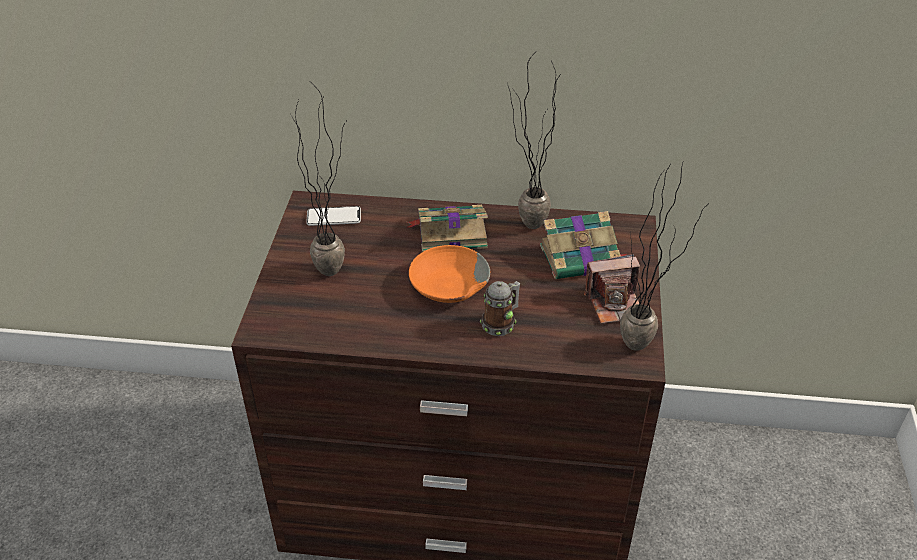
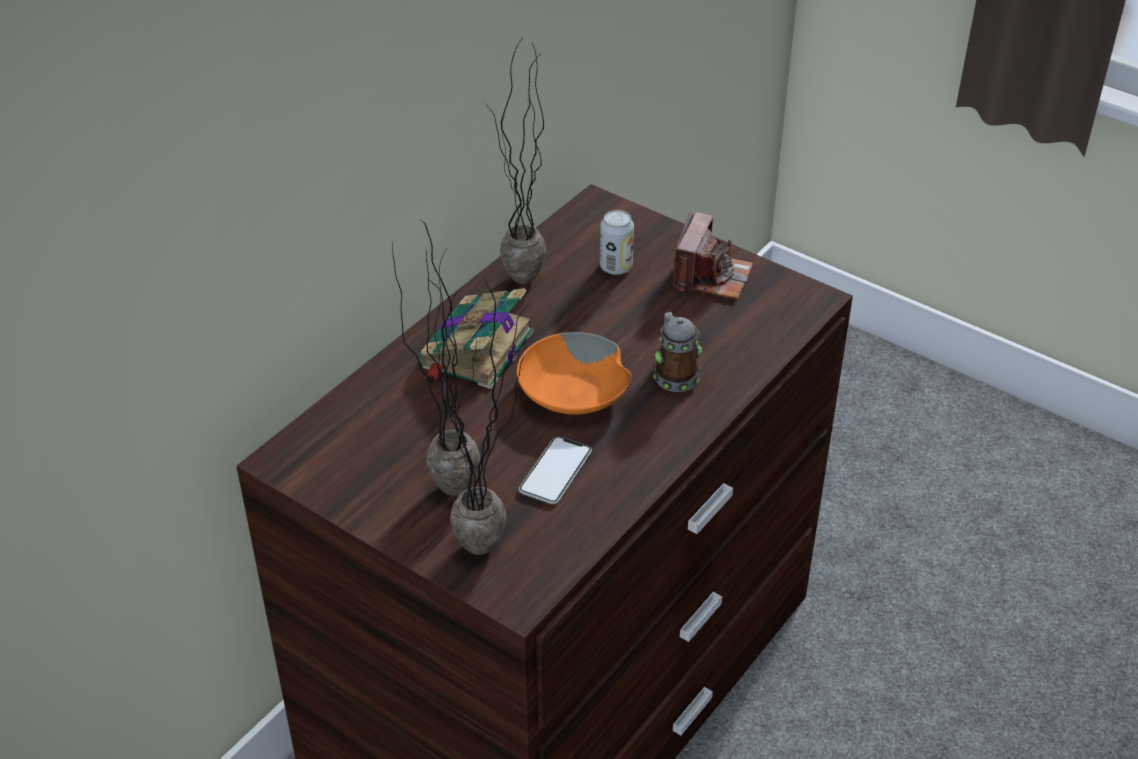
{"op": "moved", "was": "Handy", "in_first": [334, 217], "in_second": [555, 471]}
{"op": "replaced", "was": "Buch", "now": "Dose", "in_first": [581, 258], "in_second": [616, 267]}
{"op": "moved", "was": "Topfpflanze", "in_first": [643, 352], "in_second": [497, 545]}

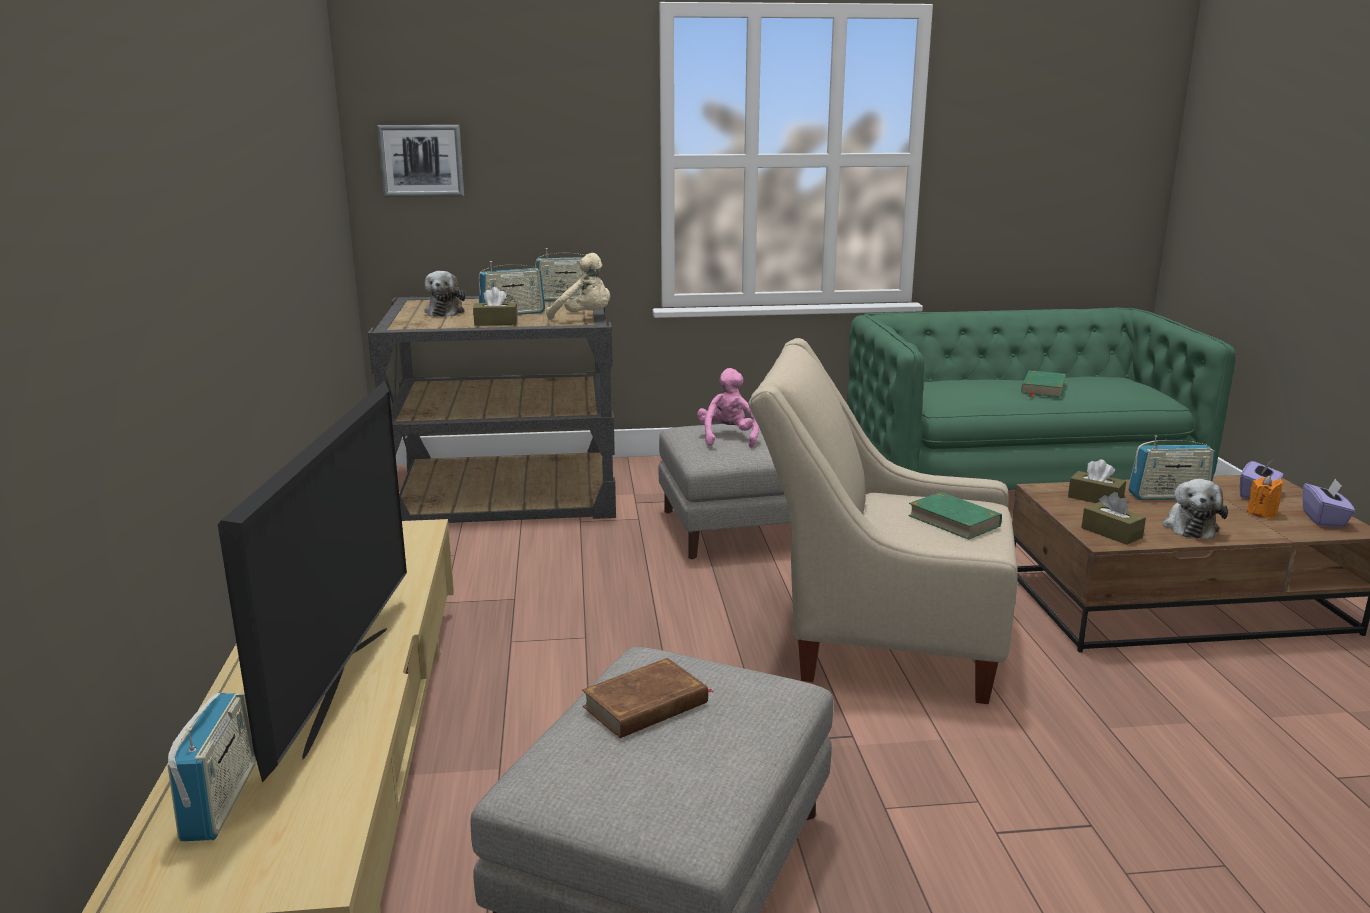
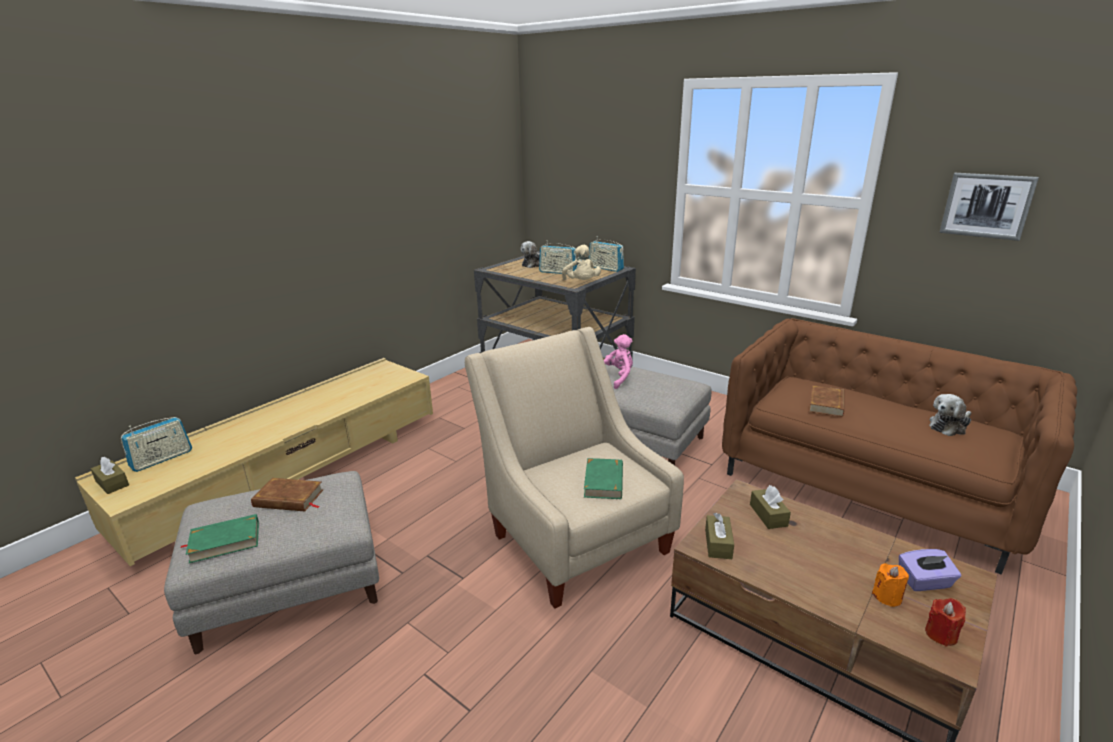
{"op": "removed", "was": "Fernseher", "in_first": [345, 686]}
{"op": "moved", "was": "Bild", "in_first": [421, 160], "in_second": [986, 205]}
{"op": "moved", "was": "Taschentuchbox/braun", "in_first": [496, 322], "in_second": [112, 483]}
{"op": "recoloured", "was": "Sofa/grün", "now": "Sofa/braun", "in_first": [1016, 483], "in_second": [868, 484]}
{"op": "moved", "was": "Buch/grün", "in_first": [1042, 388], "in_second": [225, 541]}
{"op": "removed", "was": "Radio", "in_first": [1168, 496]}
{"op": "moved", "was": "Plüschtier", "in_first": [1190, 526], "in_second": [949, 426]}
{"op": "replaced", "was": "Taschentuchbox/lila", "now": "Kerze/rot", "in_first": [1324, 519], "in_second": [941, 634]}
{"op": "added", "now": "Buch/braun", "in_second": [826, 404]}

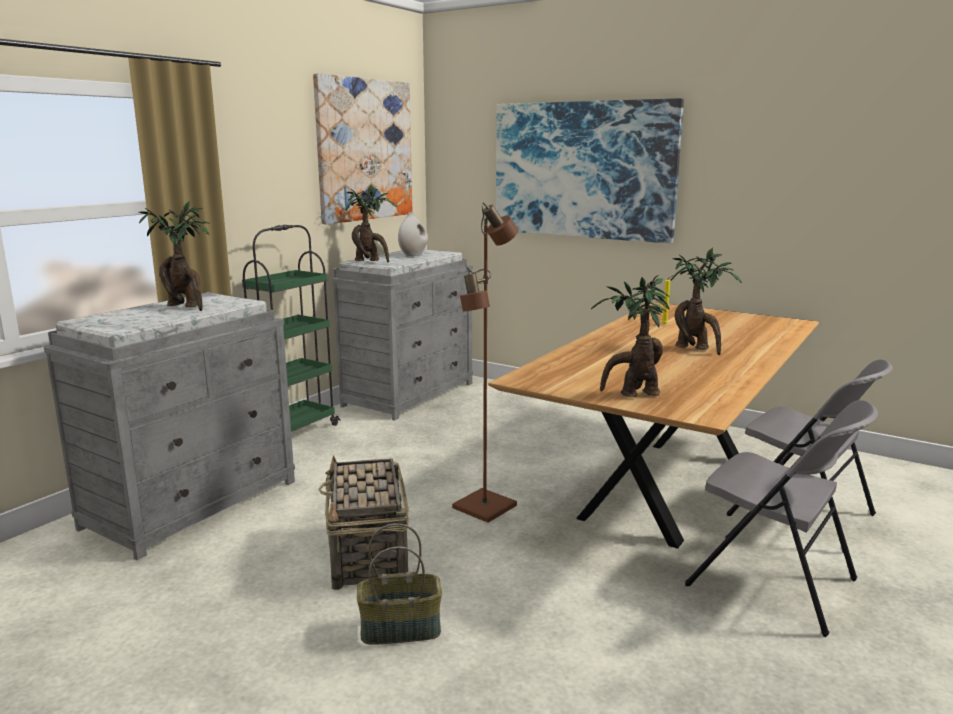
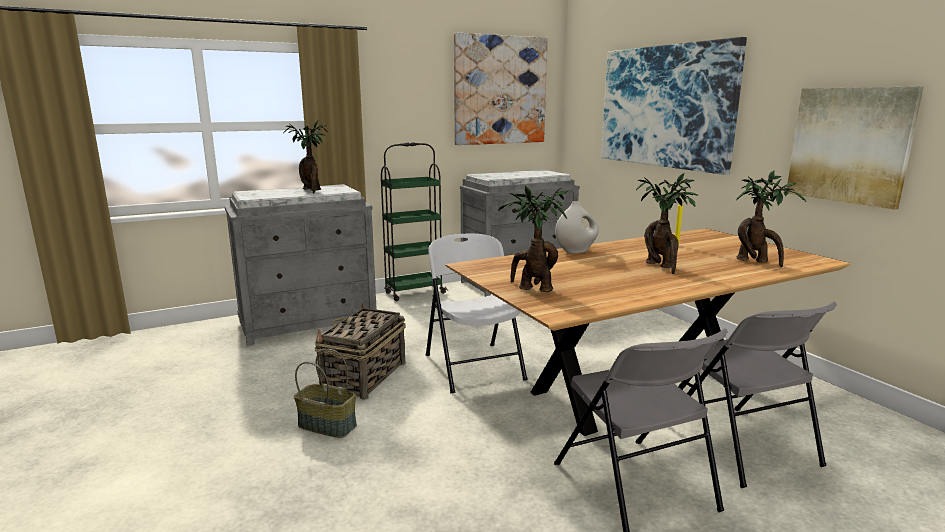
{"op": "moved", "was": "Topfpflanze", "in_first": [370, 261], "in_second": [756, 262]}
{"op": "moved", "was": "Vase/weiß", "in_first": [413, 255], "in_second": [576, 251]}
{"op": "replaced", "was": "Stehlampe/braun", "now": "Stuhl/weiß", "in_first": [484, 507], "in_second": [474, 367]}
{"op": "added", "now": "Bild", "in_second": [849, 145]}

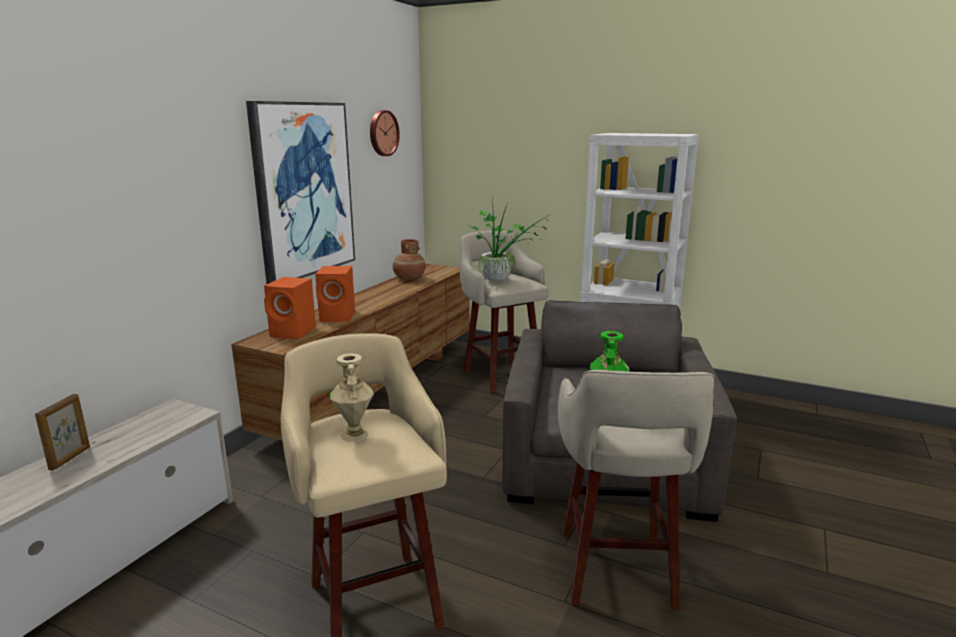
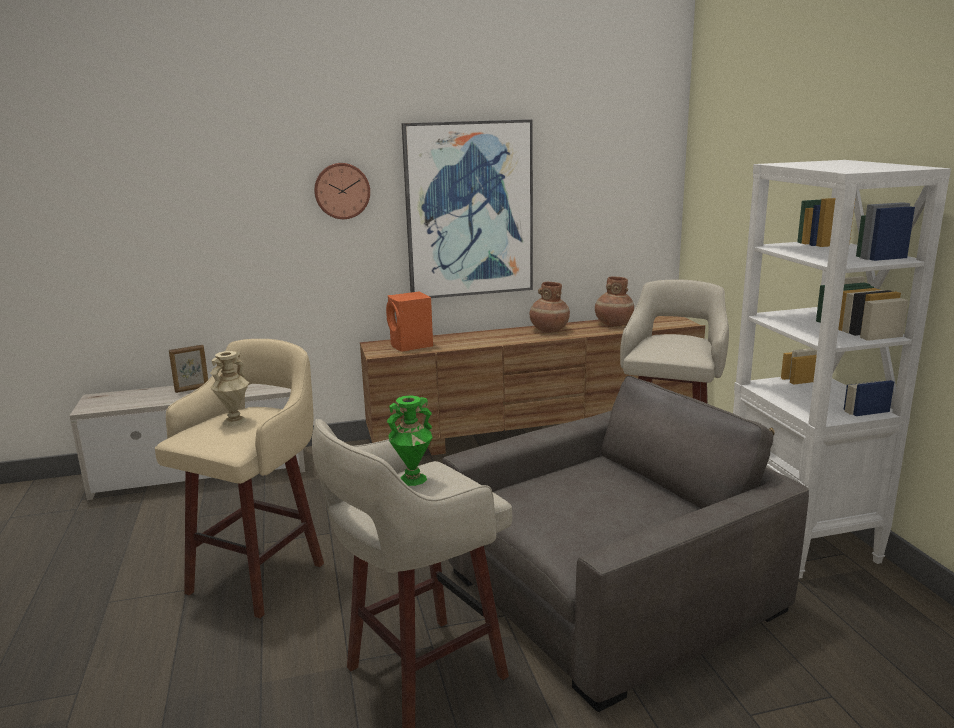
{"op": "removed", "was": "Lautsprecher/orange", "in_first": [339, 316]}
{"op": "moved", "was": "Wanduhr", "in_first": [382, 133], "in_second": [342, 190]}
{"op": "removed", "was": "Topfpflanze", "in_first": [502, 280]}
{"op": "added", "now": "Vase/braun", "in_second": [548, 330]}

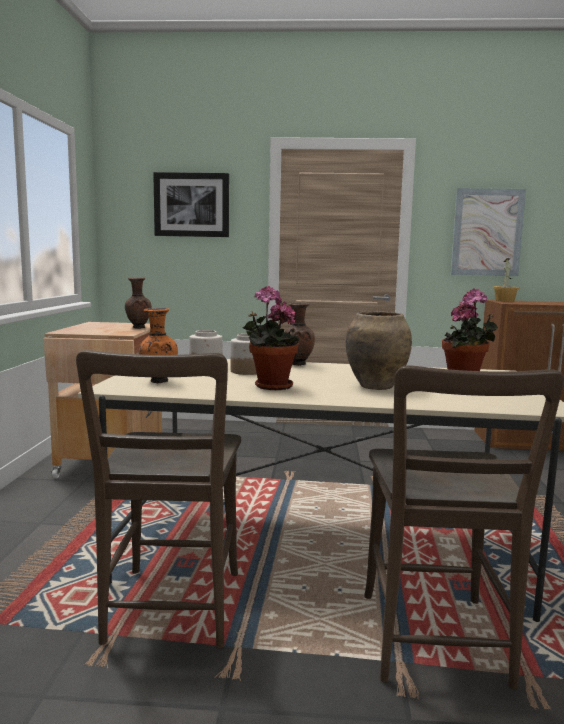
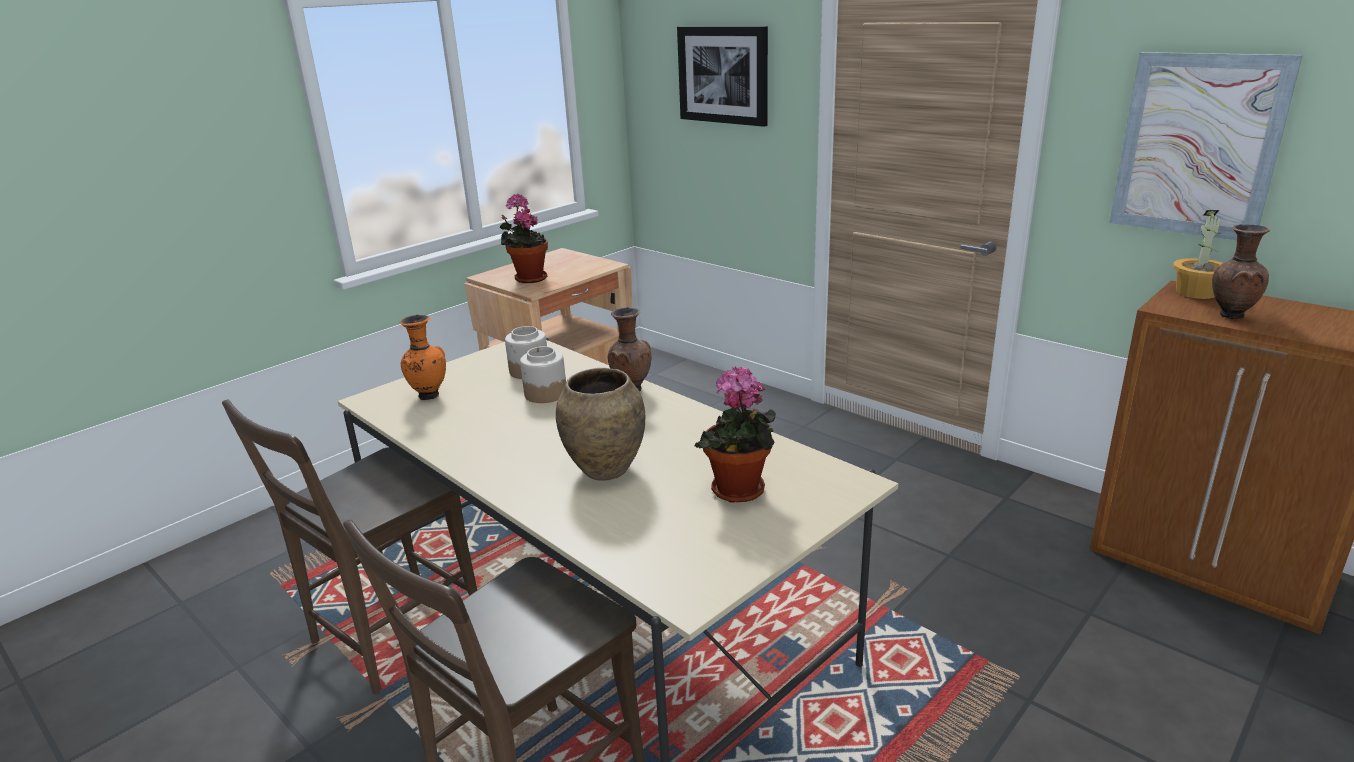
{"op": "moved", "was": "Vase/braun", "in_first": [138, 328], "in_second": [1229, 315]}
{"op": "moved", "was": "Topfpflanze", "in_first": [270, 386], "in_second": [528, 278]}

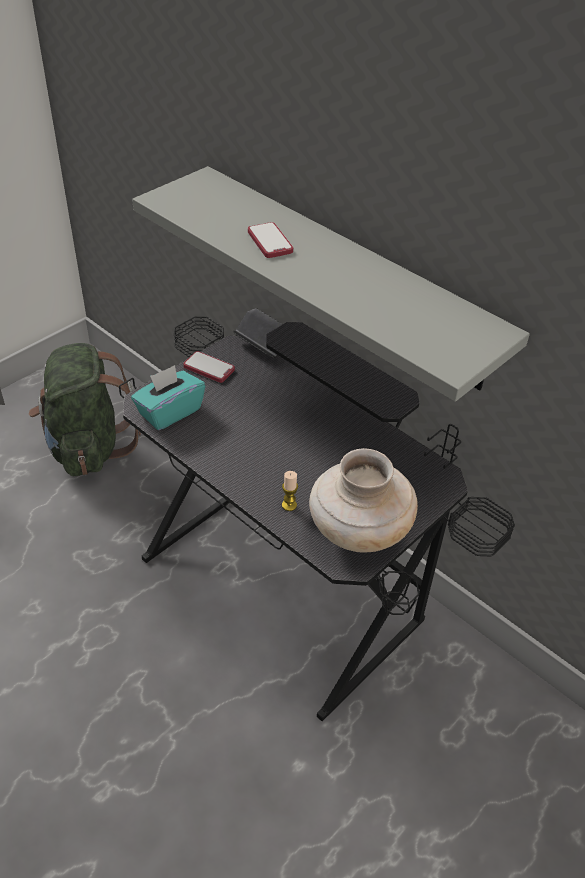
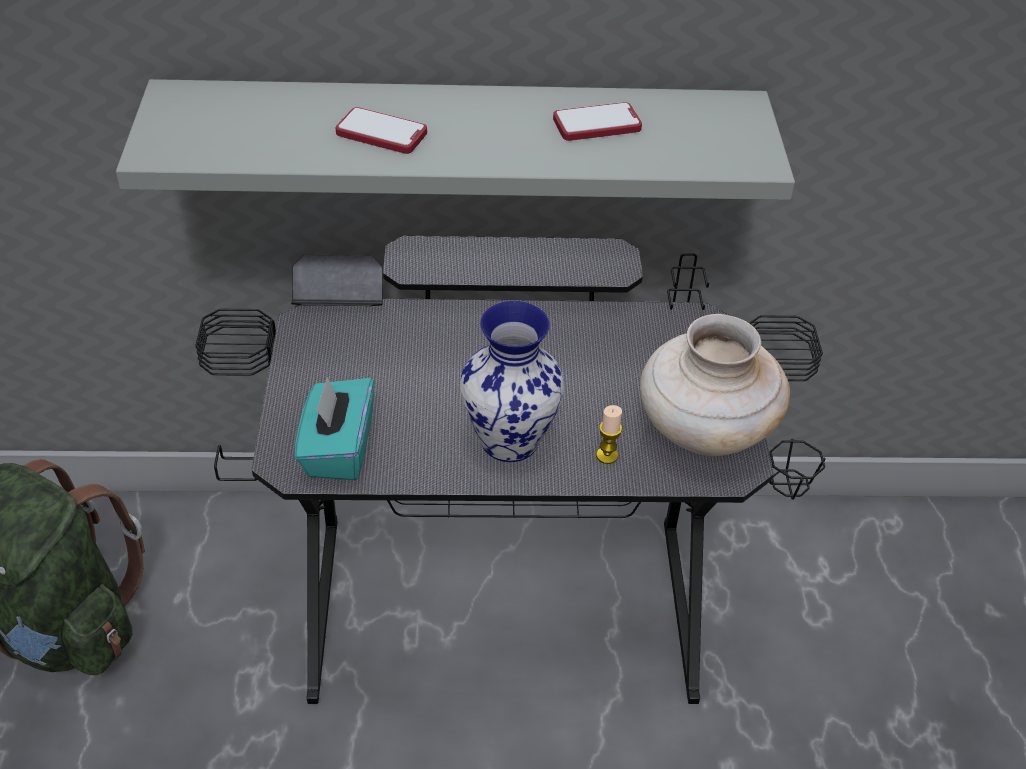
{"op": "moved", "was": "Handy", "in_first": [209, 368], "in_second": [597, 124]}
{"op": "added", "now": "Vase", "in_second": [511, 441]}

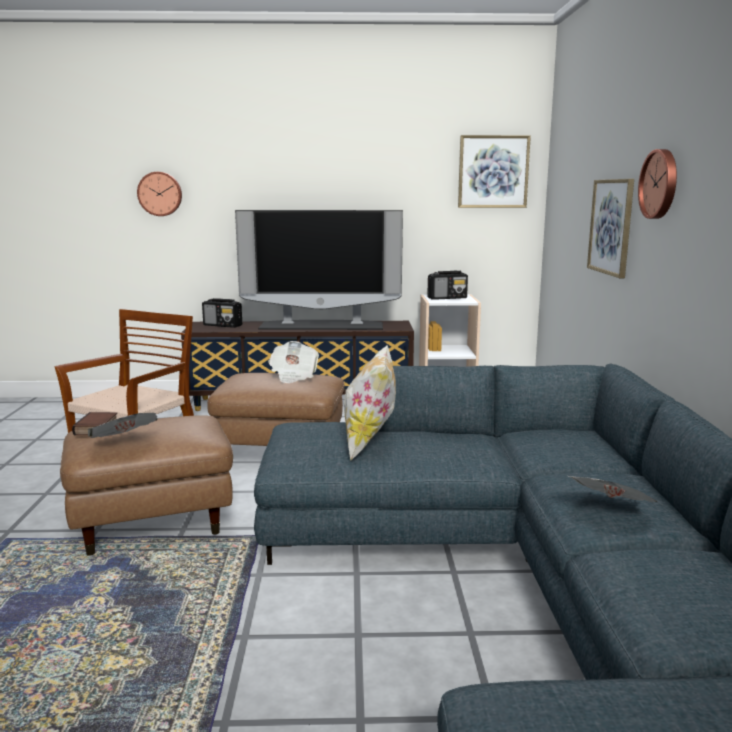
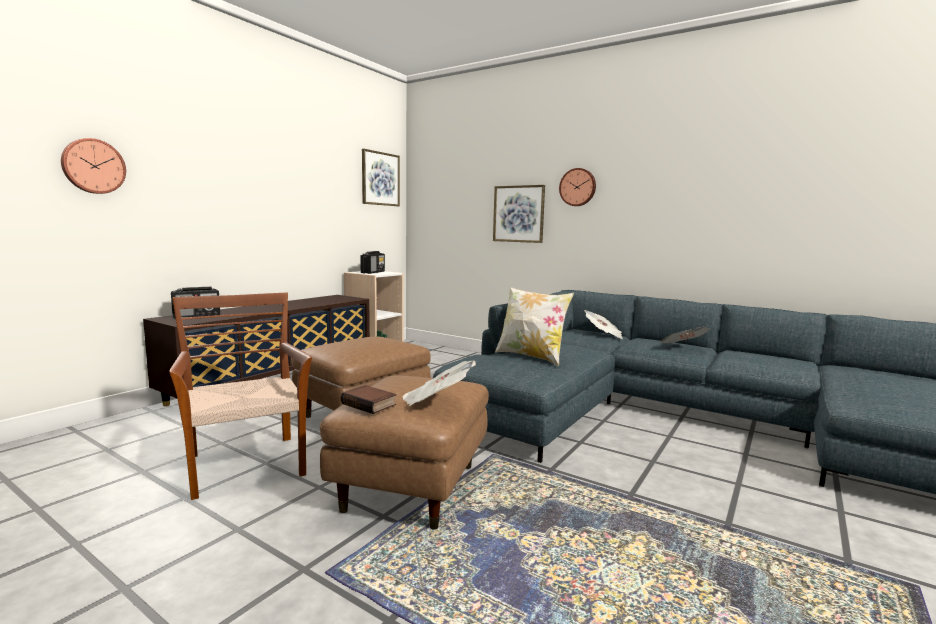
{"op": "removed", "was": "Fernseher", "in_first": [322, 325]}
{"op": "moved", "was": "Zeitung", "in_first": [293, 376], "in_second": [603, 335]}

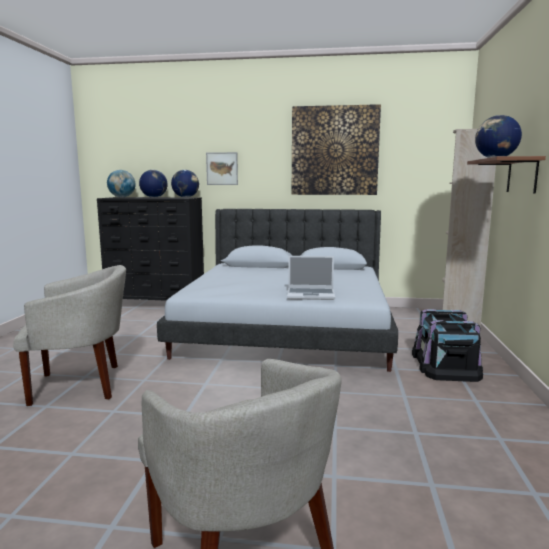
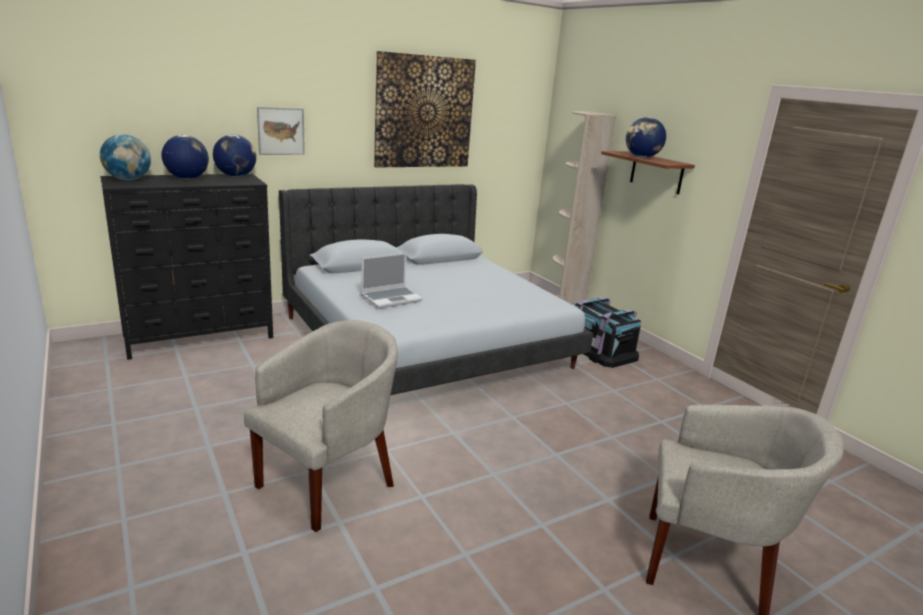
{"op": "moved", "was": "Laptop", "in_first": [311, 295], "in_second": [391, 298]}

